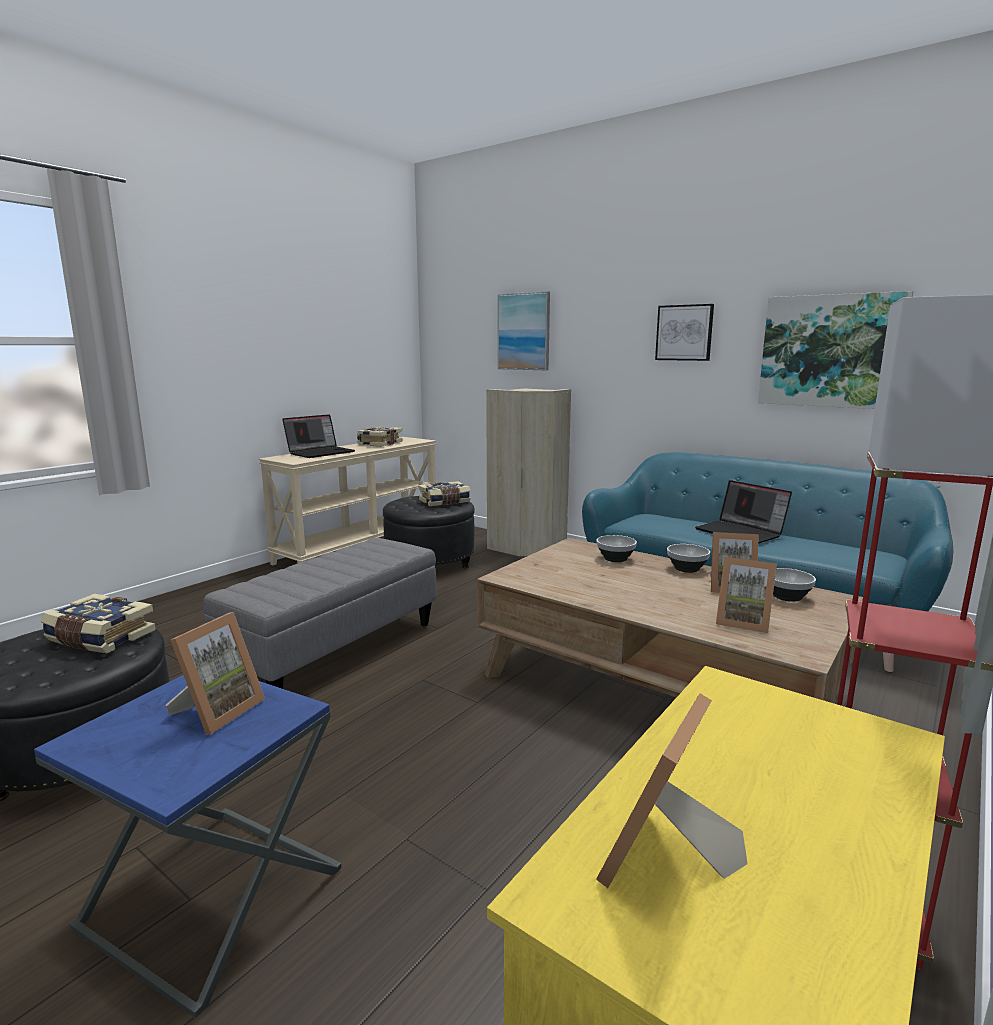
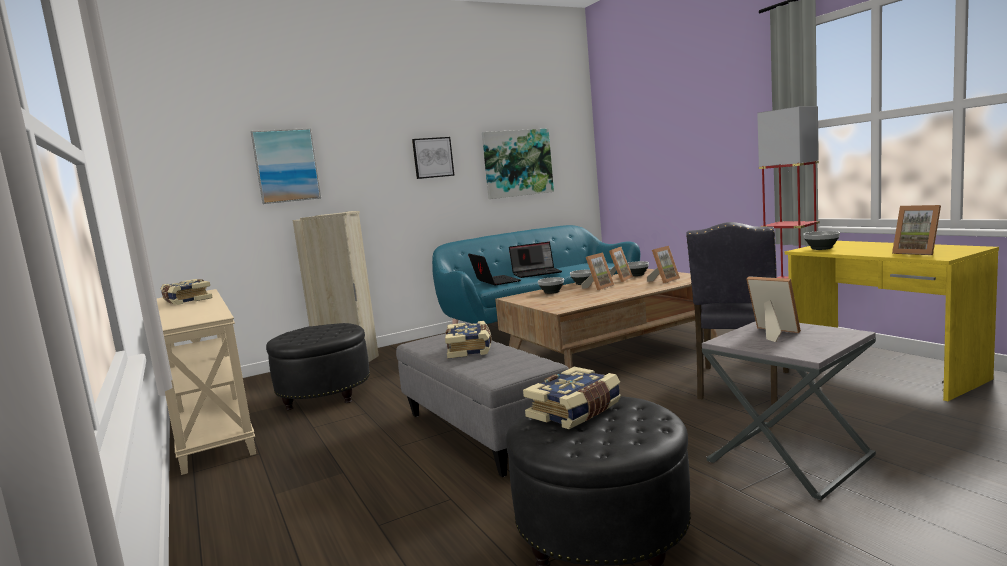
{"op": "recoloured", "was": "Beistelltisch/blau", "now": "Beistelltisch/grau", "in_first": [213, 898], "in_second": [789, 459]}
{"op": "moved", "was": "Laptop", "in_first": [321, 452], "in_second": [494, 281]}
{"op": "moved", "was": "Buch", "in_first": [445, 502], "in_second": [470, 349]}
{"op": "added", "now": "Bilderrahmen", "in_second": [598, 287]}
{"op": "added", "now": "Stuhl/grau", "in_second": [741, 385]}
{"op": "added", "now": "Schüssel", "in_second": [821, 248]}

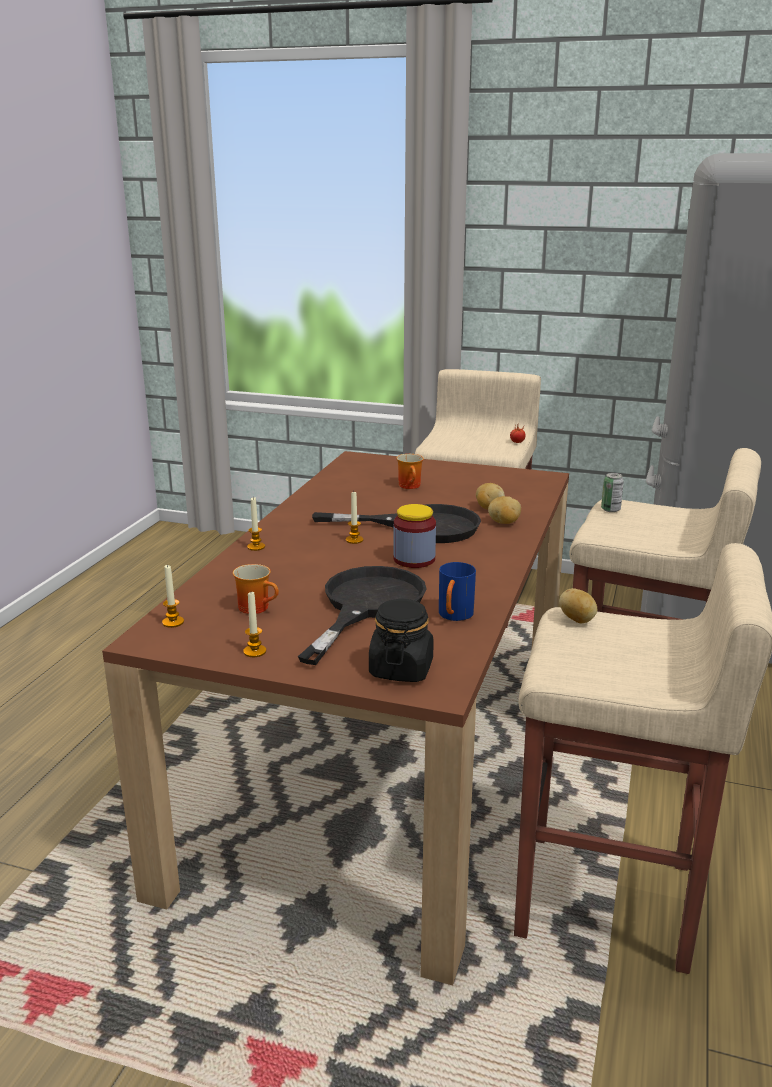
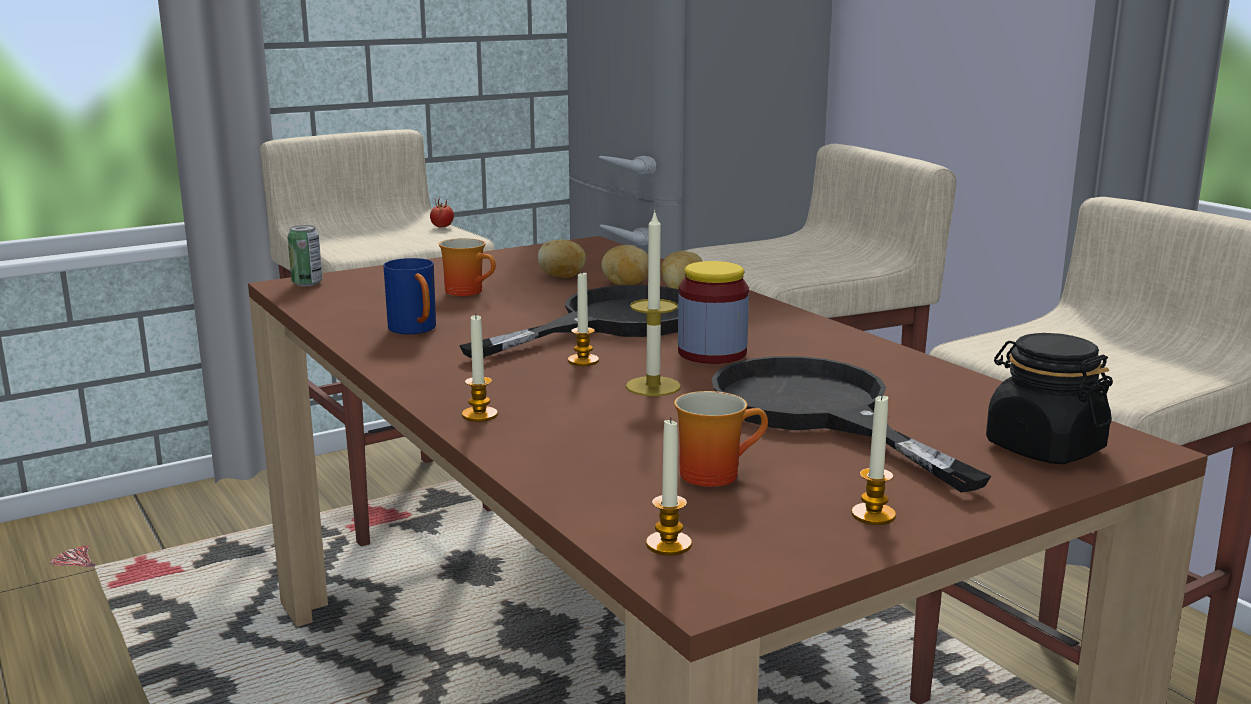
{"op": "moved", "was": "Henkelbecher/blau", "in_first": [454, 617], "in_second": [416, 330]}
{"op": "moved", "was": "Kartoffel", "in_first": [577, 620], "in_second": [562, 277]}
{"op": "moved", "was": "Dose", "in_first": [610, 509], "in_second": [307, 283]}
{"op": "added", "now": "Kerze", "in_second": [653, 386]}

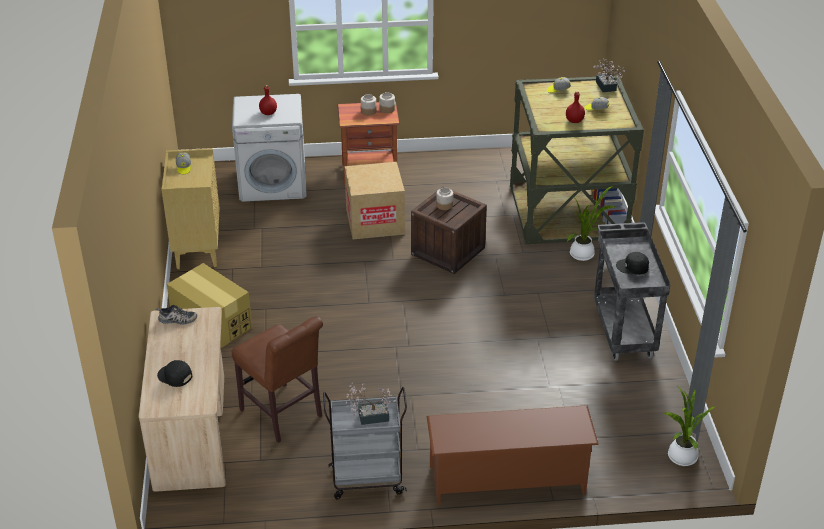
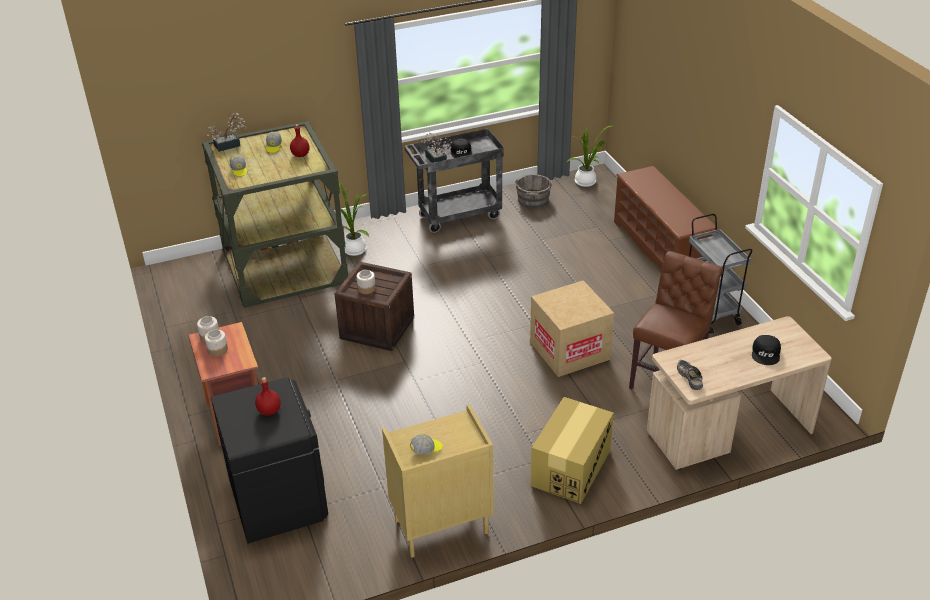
{"op": "recoloured", "was": "Waschmaschine/weiß", "now": "Waschmaschine/schwarz", "in_first": [273, 184], "in_second": [279, 497]}
{"op": "moved", "was": "Karton", "in_first": [375, 221], "in_second": [569, 350]}
{"op": "moved", "was": "Topfpflanze", "in_first": [369, 416], "in_second": [437, 160]}
{"op": "added", "now": "Eimer/grau", "in_second": [533, 201]}

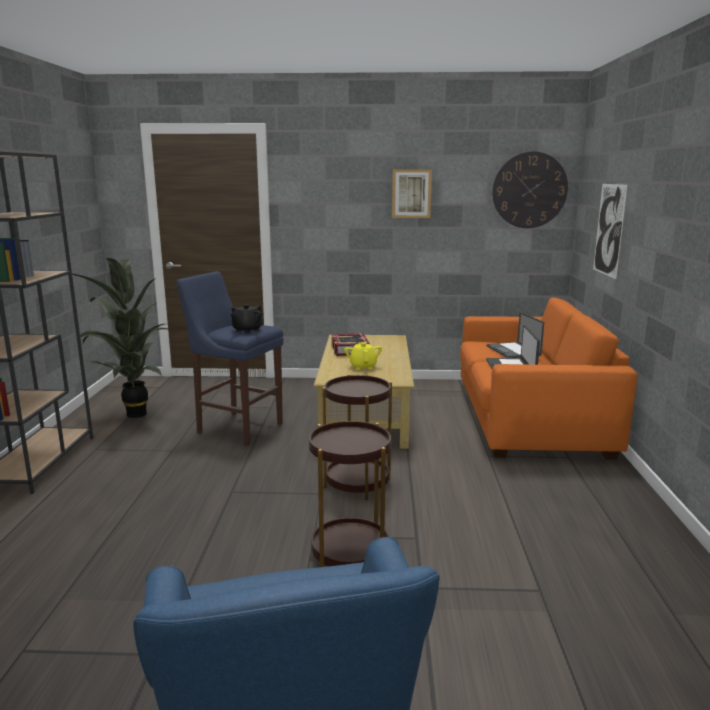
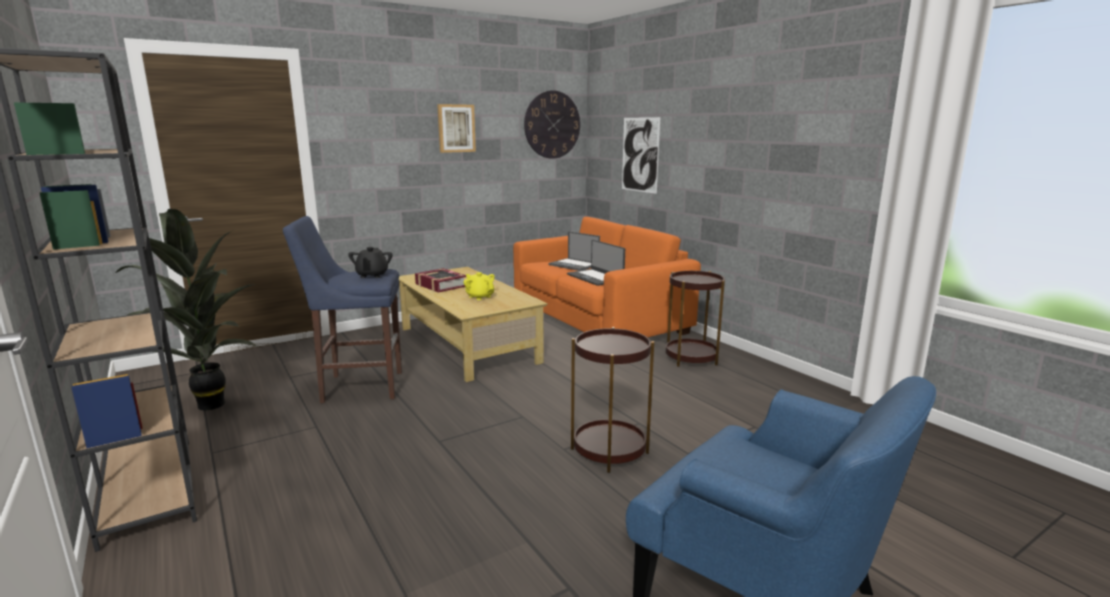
{"op": "moved", "was": "Beistelltisch/braun", "in_first": [357, 483], "in_second": [691, 358]}

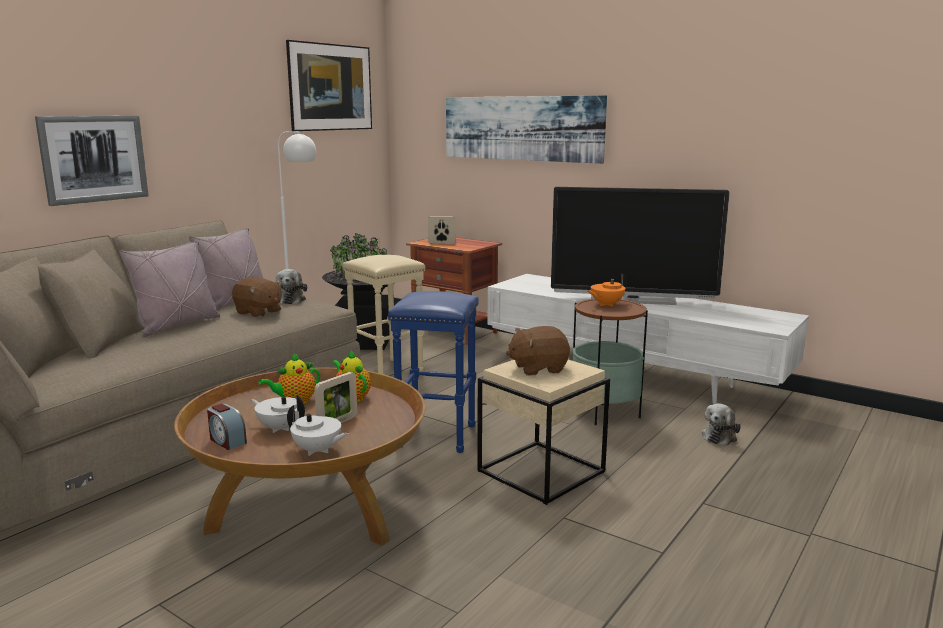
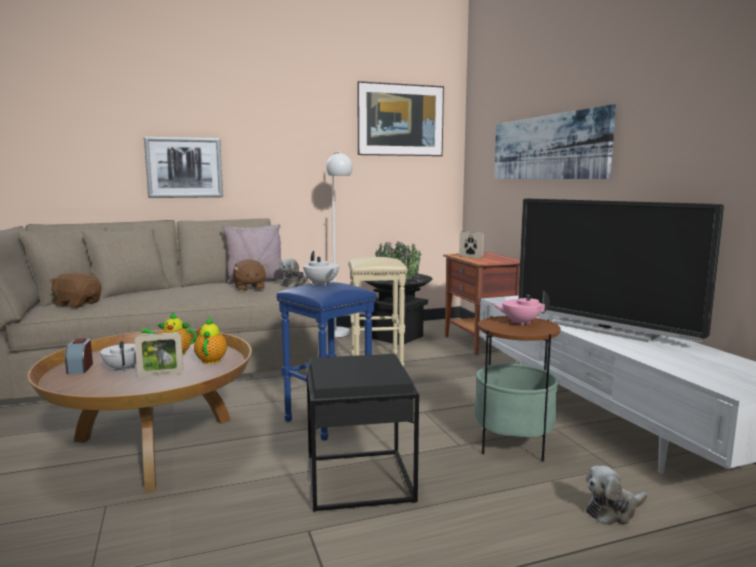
{"op": "removed", "was": "Kissen/lila", "in_first": [177, 325]}
{"op": "moved", "was": "Teekanne/weiß", "in_first": [317, 450], "in_second": [321, 284]}
{"op": "recoloured", "was": "Beistelltisch/beige", "now": "Beistelltisch/schwarz", "in_first": [542, 472], "in_second": [360, 480]}
{"op": "moved", "was": "Plüschtier/braun", "in_first": [538, 368], "in_second": [78, 304]}
{"op": "recoloured", "was": "Teekanne/orange", "now": "Teekanne/rosa", "in_first": [606, 304], "in_second": [520, 323]}

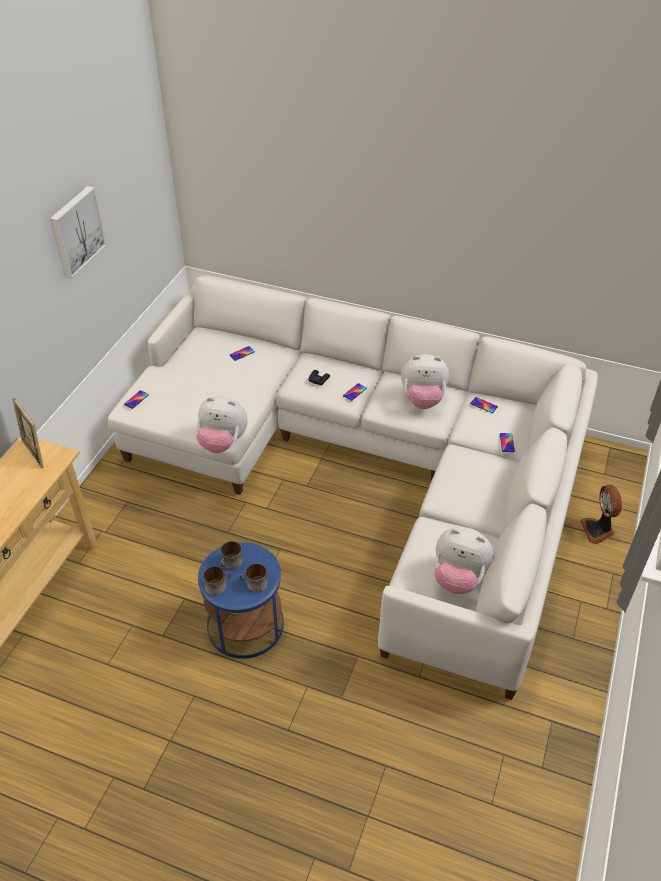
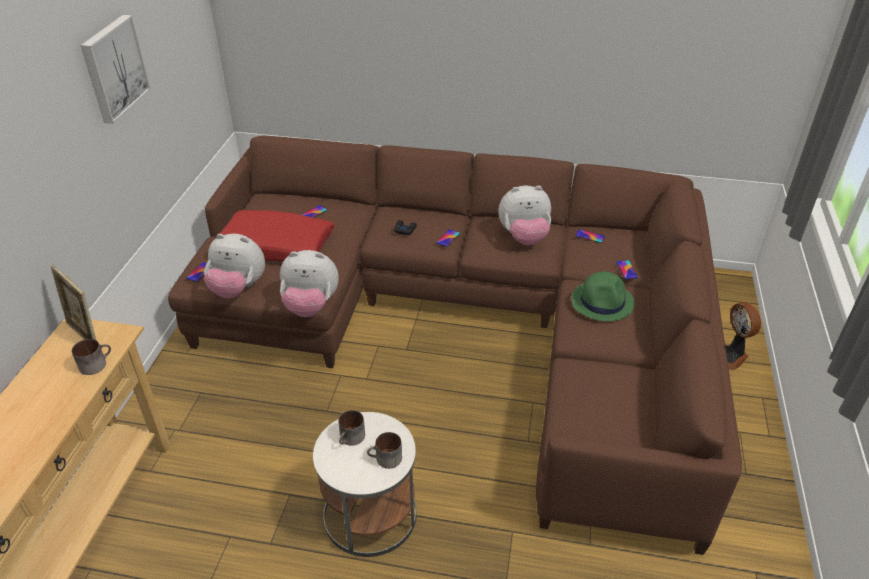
{"op": "recoloured", "was": "Sofa/weiß", "now": "Sofa/braun", "in_first": [368, 468], "in_second": [469, 322]}
{"op": "recoloured", "was": "Beistelltisch/blau", "now": "Beistelltisch/weiß", "in_first": [245, 625], "in_second": [369, 515]}
{"op": "moved", "was": "Henkelbecher", "in_first": [218, 585], "in_second": [96, 363]}
{"op": "moved", "was": "Plüschtier", "in_first": [458, 578], "in_second": [238, 289]}
{"op": "added", "now": "Kissen/rot", "in_second": [276, 246]}
{"op": "added", "now": "Hut/grün", "in_second": [602, 301]}

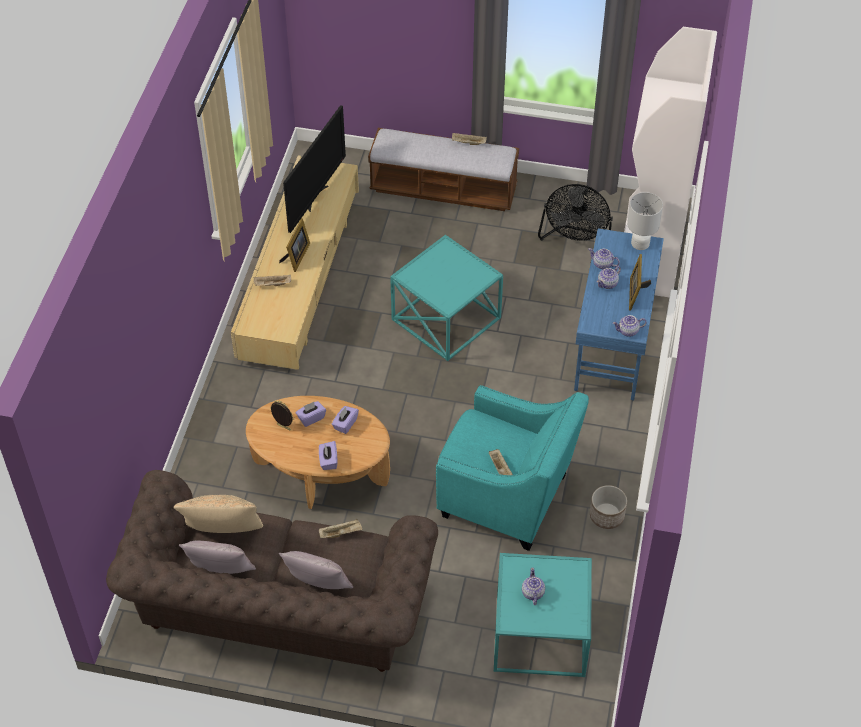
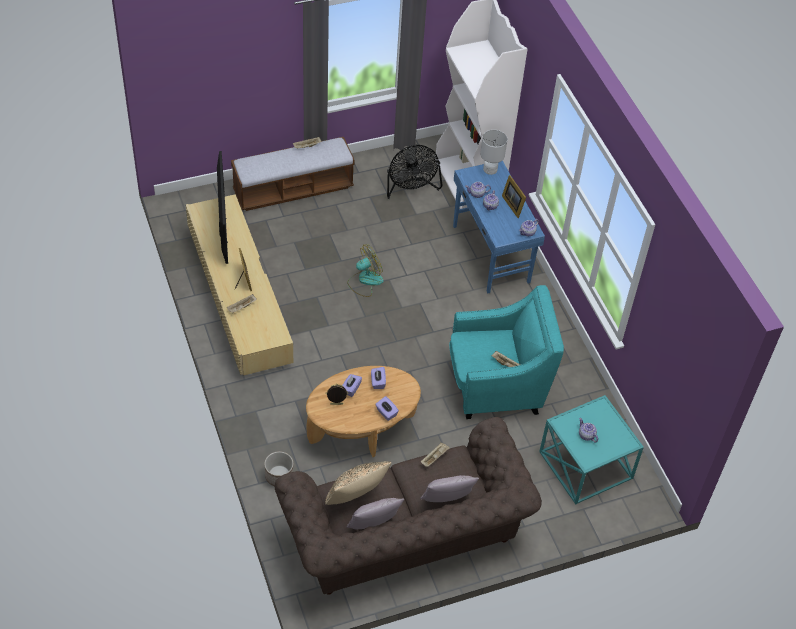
{"op": "replaced", "was": "Beistelltisch/türkis", "now": "Ventilator", "in_first": [446, 318], "in_second": [365, 281]}
{"op": "moved", "was": "Pflanzkübel", "in_first": [607, 516], "in_second": [279, 476]}

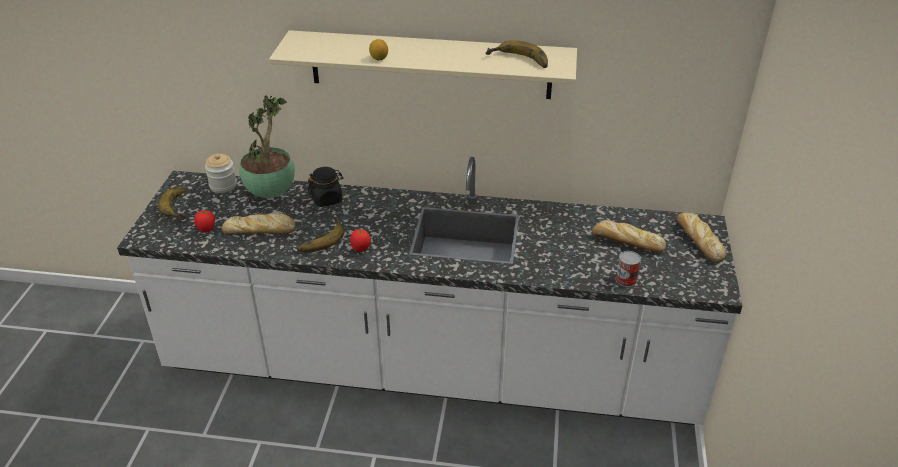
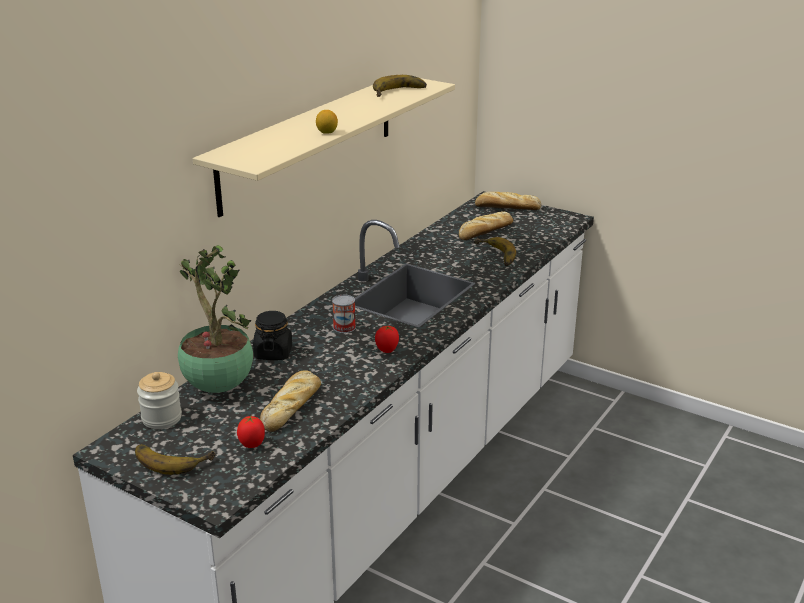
{"op": "moved", "was": "Banane", "in_first": [319, 239], "in_second": [494, 255]}
{"op": "moved", "was": "Dose", "in_first": [626, 279], "in_second": [344, 327]}

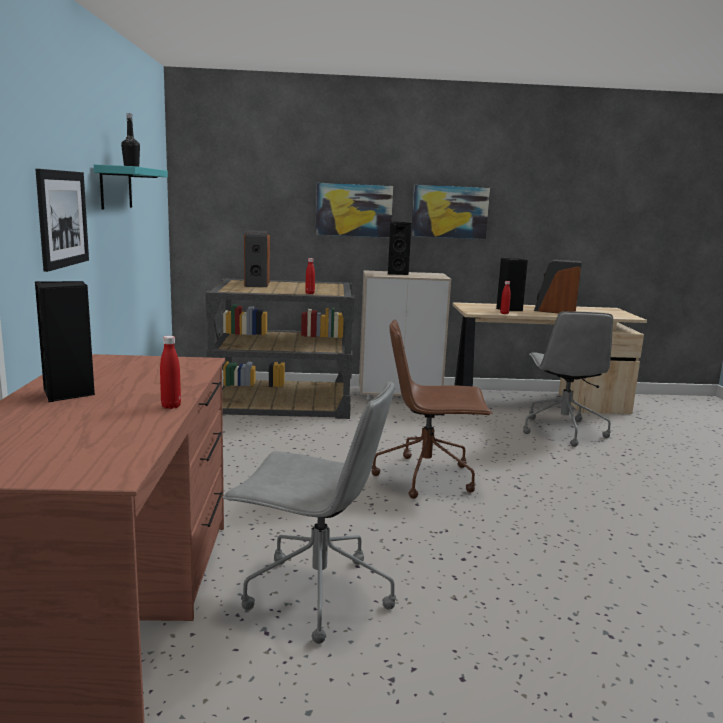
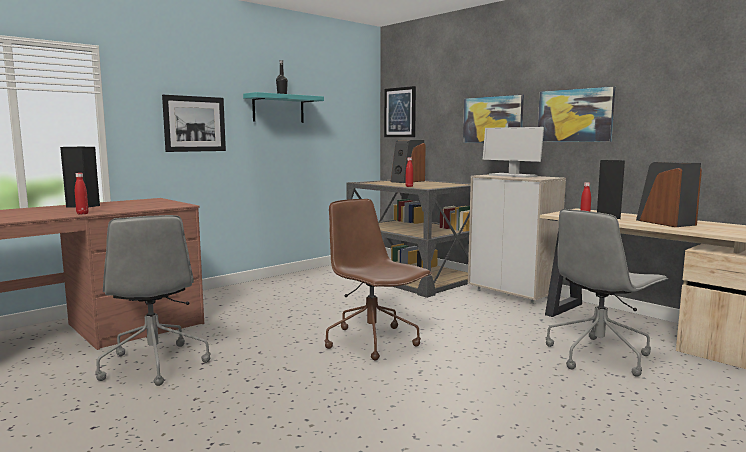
{"op": "replaced", "was": "Lautsprecher/schwarz", "now": "Monitor", "in_first": [397, 273], "in_second": [512, 175]}
{"op": "added", "now": "Bild", "in_second": [400, 112]}

